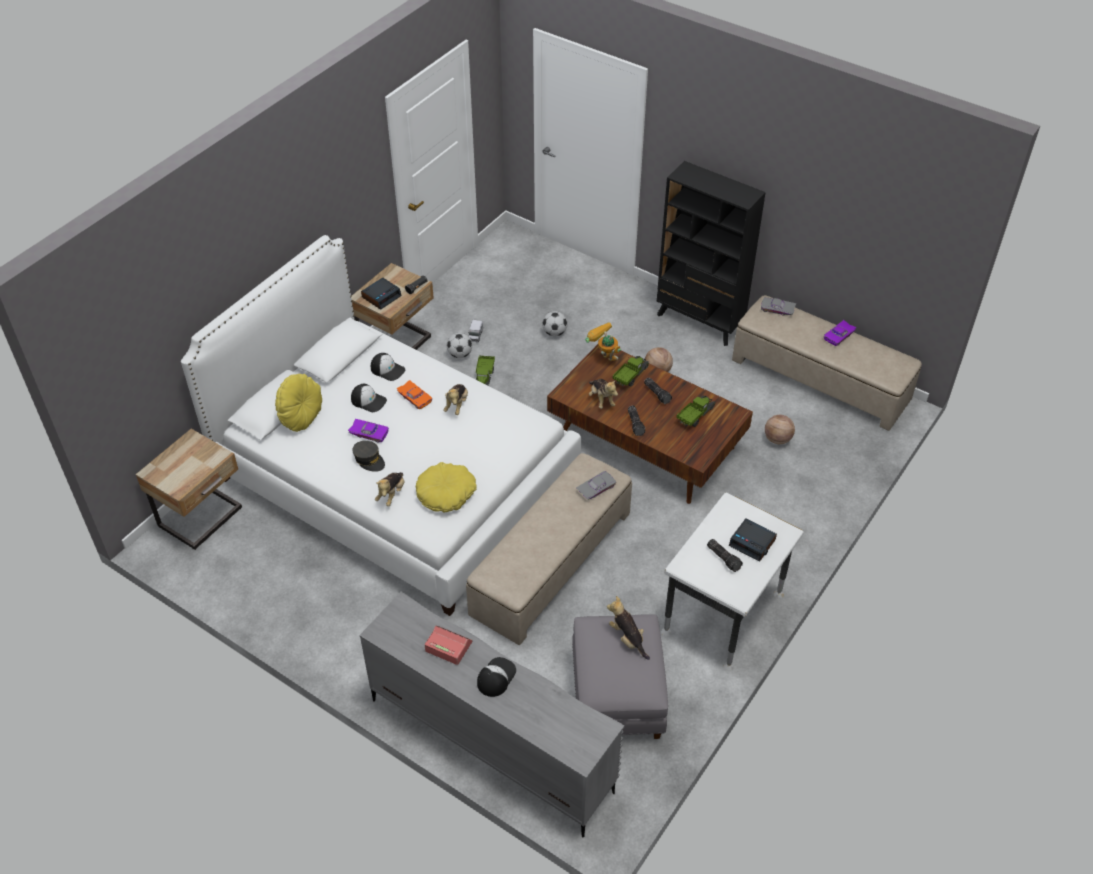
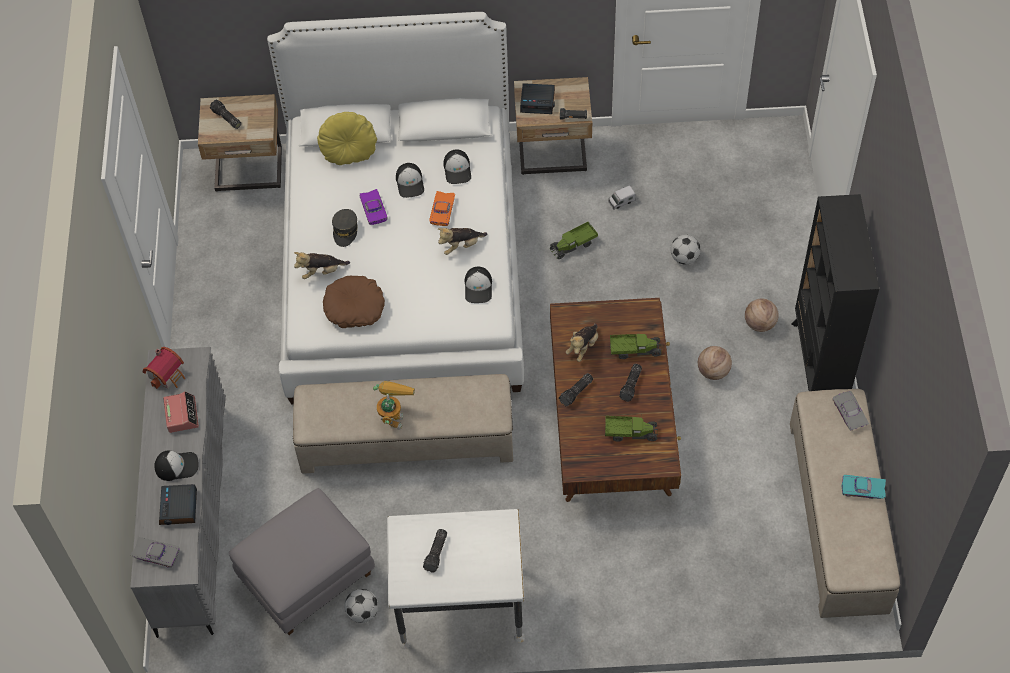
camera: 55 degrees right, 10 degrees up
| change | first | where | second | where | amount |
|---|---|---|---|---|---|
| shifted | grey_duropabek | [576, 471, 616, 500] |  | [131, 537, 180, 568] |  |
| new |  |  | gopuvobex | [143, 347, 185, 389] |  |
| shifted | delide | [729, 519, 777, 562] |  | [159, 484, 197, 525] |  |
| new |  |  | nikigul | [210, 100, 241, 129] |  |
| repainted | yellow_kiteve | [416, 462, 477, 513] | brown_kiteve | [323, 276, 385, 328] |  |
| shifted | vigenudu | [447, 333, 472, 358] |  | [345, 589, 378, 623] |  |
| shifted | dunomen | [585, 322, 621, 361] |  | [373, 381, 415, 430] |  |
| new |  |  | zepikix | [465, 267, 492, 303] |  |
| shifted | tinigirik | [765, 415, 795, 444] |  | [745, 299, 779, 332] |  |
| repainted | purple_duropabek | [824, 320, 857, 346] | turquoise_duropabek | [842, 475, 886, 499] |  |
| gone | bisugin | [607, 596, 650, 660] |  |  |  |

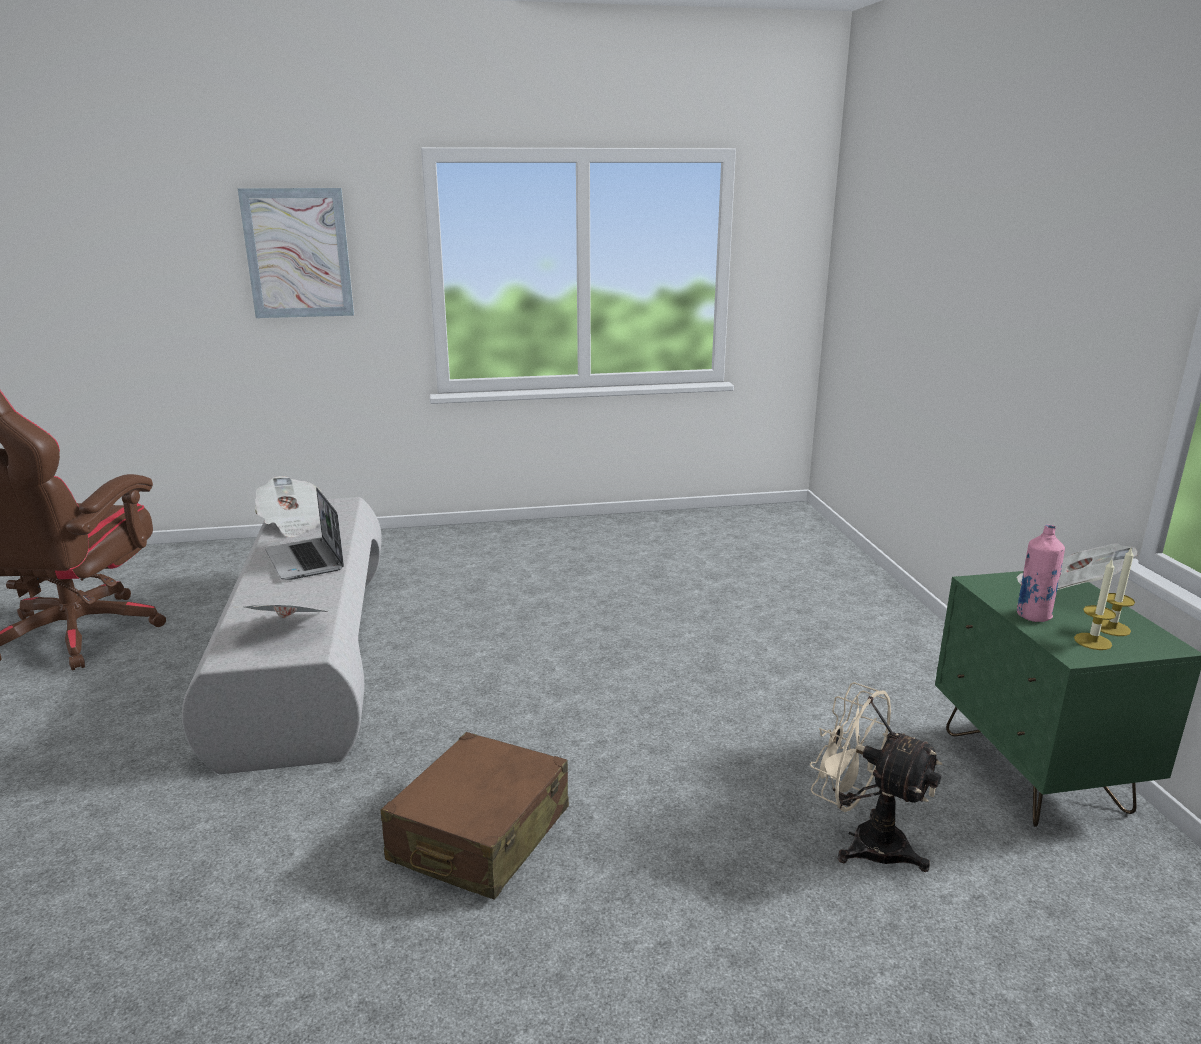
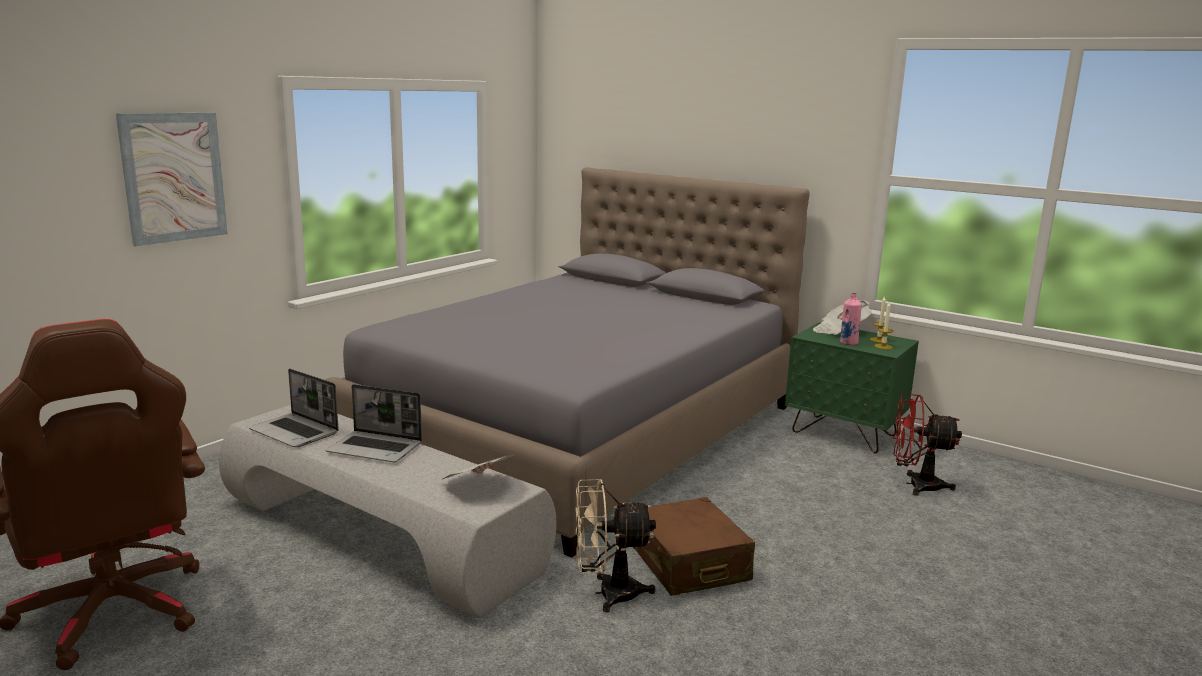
camera: 45 degrees left, 5 degrees down
| change | first | where | second | where | amount |
|---|---|---|---|---|---|
| swapped | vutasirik | [254, 476, 321, 537] | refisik | [249, 368, 339, 447] |  |
| new |  |  | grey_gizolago | [325, 167, 810, 558] |  |
| shifted | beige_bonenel | [810, 682, 943, 872] |  | [575, 479, 656, 613] |  |
| new |  |  | red_bonenel | [893, 394, 962, 496] |  |

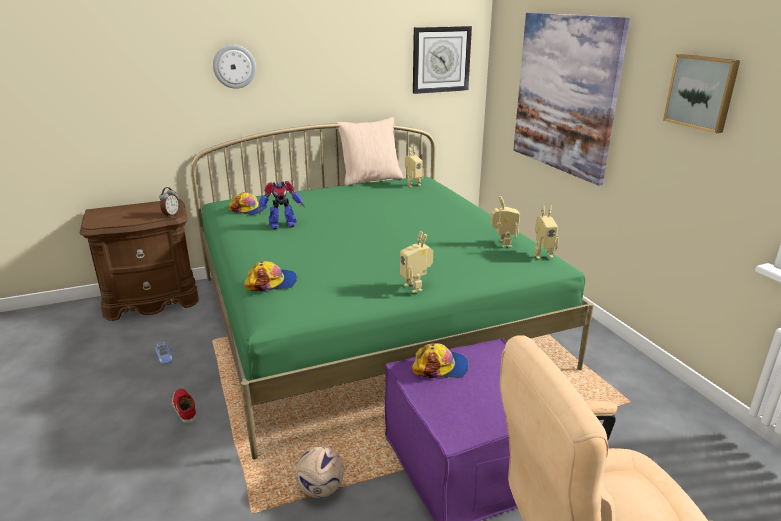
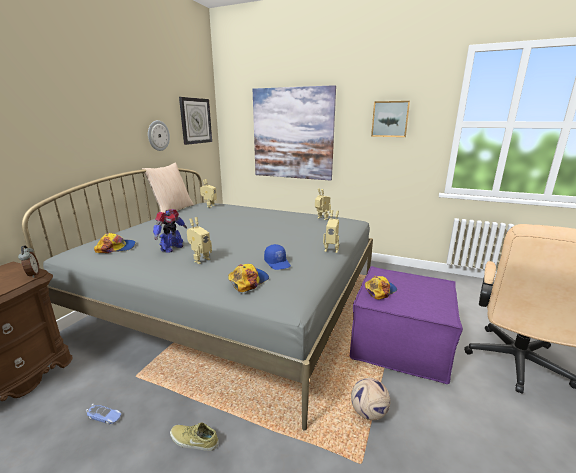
camera: 45 degrees left, 5 degrees down
| change | first | where | second | where | amount |
|---|---|---|---|---|---|
| repainted | green_gizolago | [191, 123, 594, 459] | grey_gizolago | [22, 168, 373, 431] |  |
| shifted | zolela | [213, 45, 256, 89] |  | [148, 120, 170, 151] |  |
| repainted | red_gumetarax | [172, 389, 196, 423] | beige_gumetarax | [170, 423, 219, 451] |  |
| shifted | dunomen | [534, 205, 559, 259] |  | [187, 217, 212, 264] |  |
| new |  |  | blue_zepikix | [264, 244, 291, 270] |  |

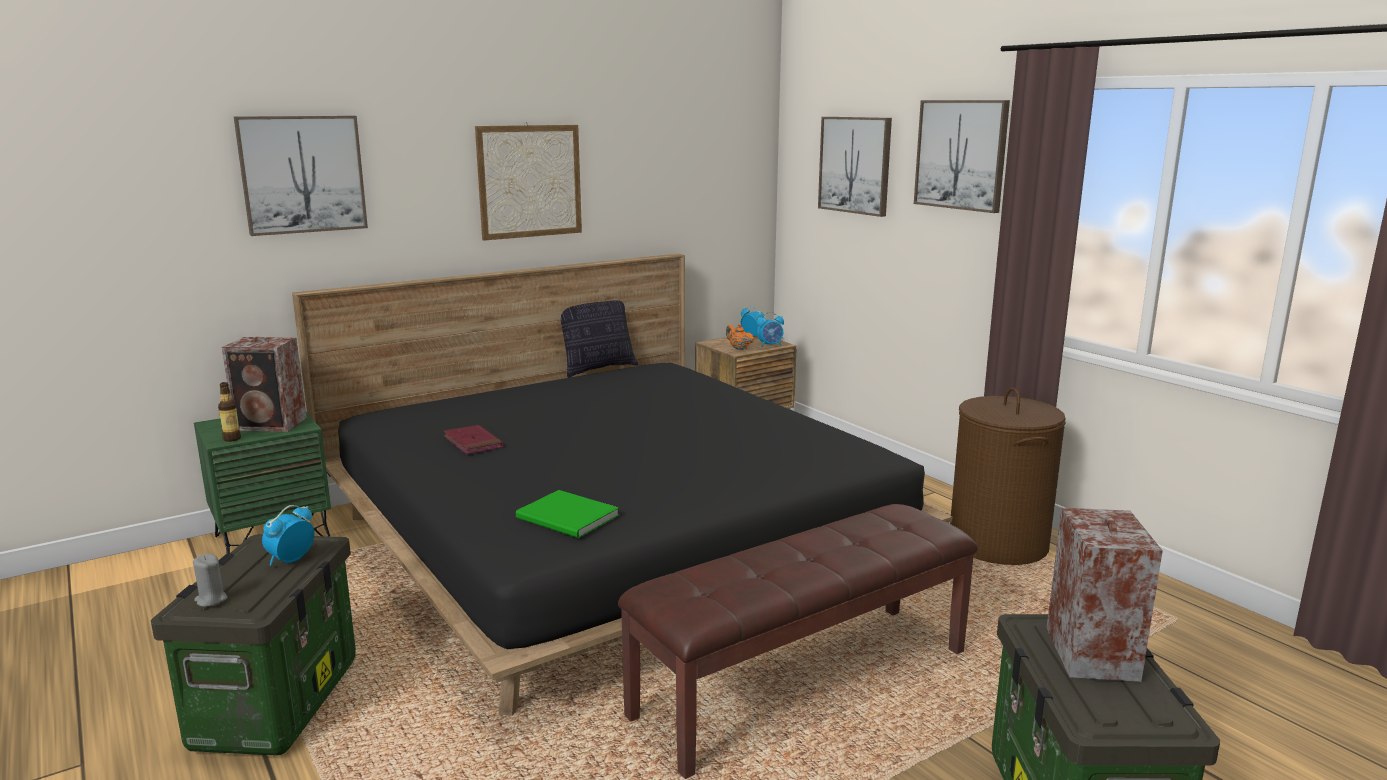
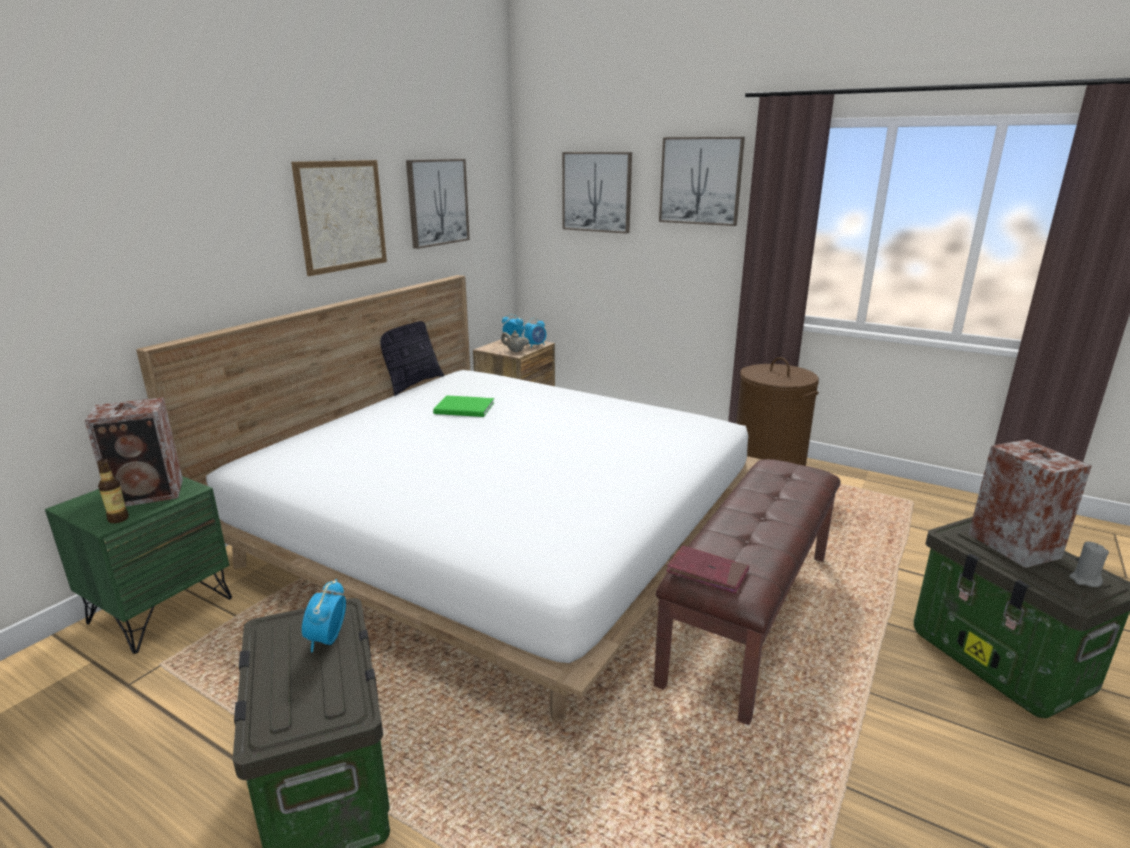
camera: 25 degrees left, 5 degrees up
| change | first | where | second | where | amount |
|---|---|---|---|---|---|
| repainted | black_gizolago | [292, 254, 952, 716] | white_gizolago | [136, 275, 762, 721] |  |
| shifted | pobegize | [234, 116, 368, 236] |  | [406, 159, 470, 249] |  |
| shifted | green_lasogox | [516, 490, 619, 538] |  | [433, 395, 494, 417] |  |
| repainted | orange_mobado | [726, 324, 754, 350] | beige_mobado | [501, 330, 529, 352] |  |
| shifted | red_lasogox | [444, 425, 503, 454] |  | [666, 545, 749, 594] |  |
| shifted | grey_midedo | [193, 553, 227, 607] |  | [1069, 542, 1109, 587] |  |

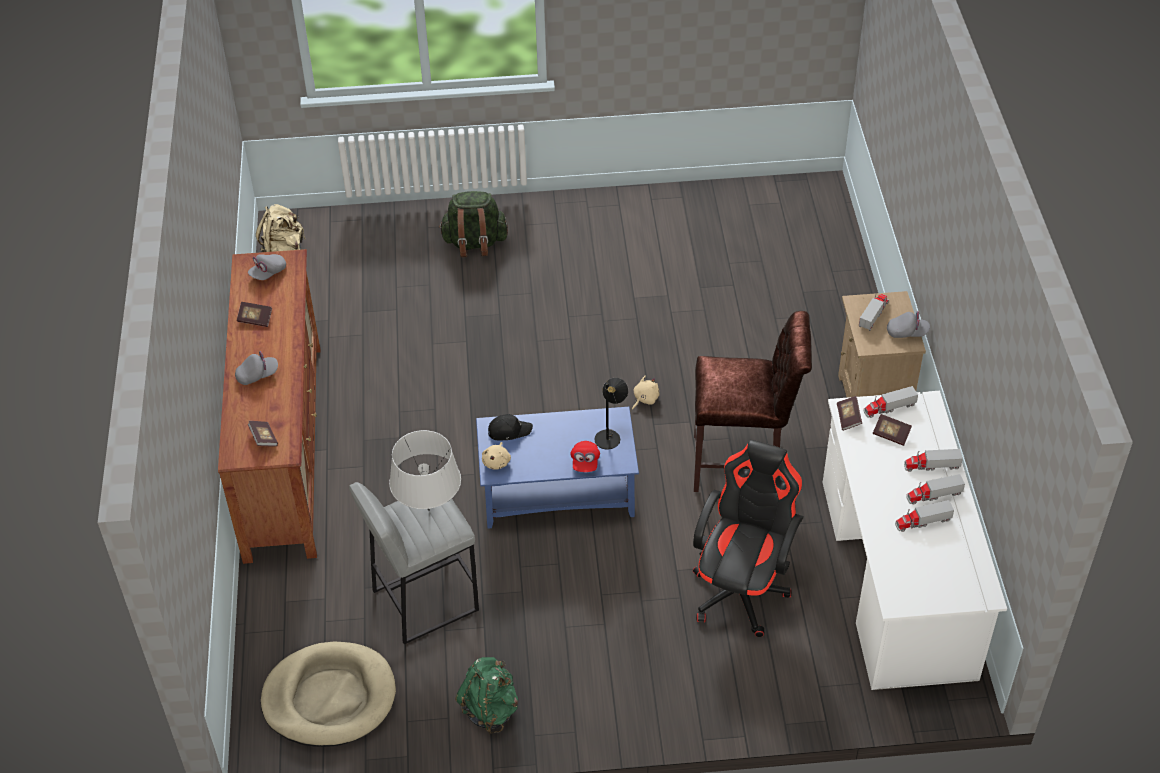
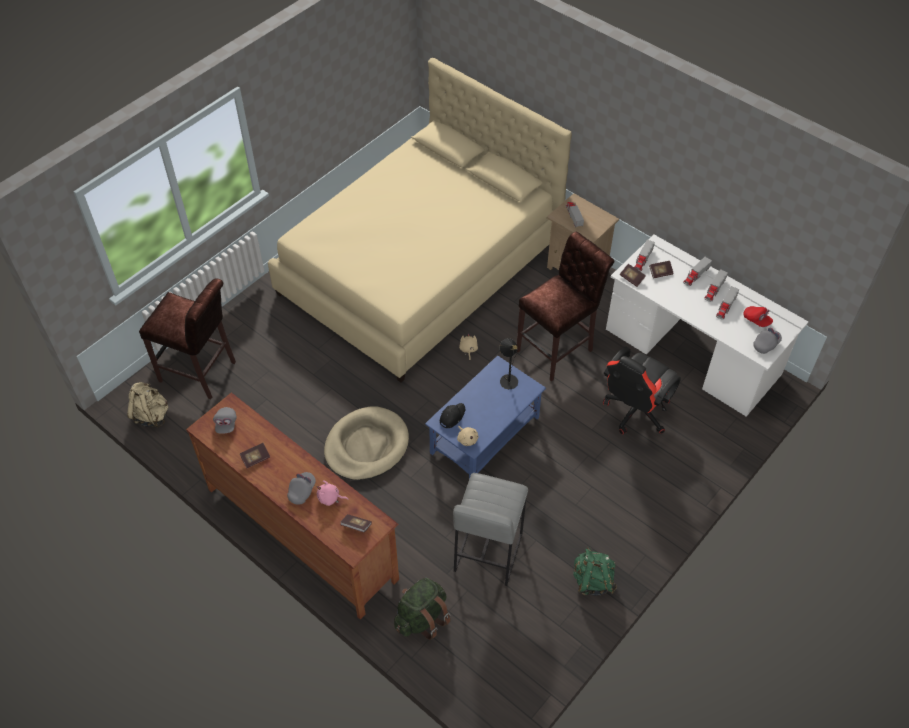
camera: 45 degrees left, 5 degrees up
| change | first | where | second | where | amount |
|---|---|---|---|---|---|
| new |  |  | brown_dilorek | [139, 278, 236, 399] |  |
| new |  |  | beige_gizolago | [268, 58, 572, 383] |  |
| new |  |  | pink_bisugin | [317, 480, 349, 506] |  |
| shifted | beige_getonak | [261, 642, 396, 747] |  | [324, 406, 409, 480] |  |
| shifted | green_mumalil | [439, 191, 508, 257] |  | [394, 578, 451, 640] |  |
| rotated | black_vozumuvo | [693, 440, 804, 637] |  | [603, 347, 681, 434] | 120 degrees counterclockwise |
| shifted | red_zepikix | [570, 441, 600, 472] |  | [743, 306, 773, 327] |  |
| shifted | grey_zepikix | [887, 311, 930, 338] |  | [753, 328, 782, 354] |  |
| gone | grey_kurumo | [389, 430, 461, 511] |  |  |  |

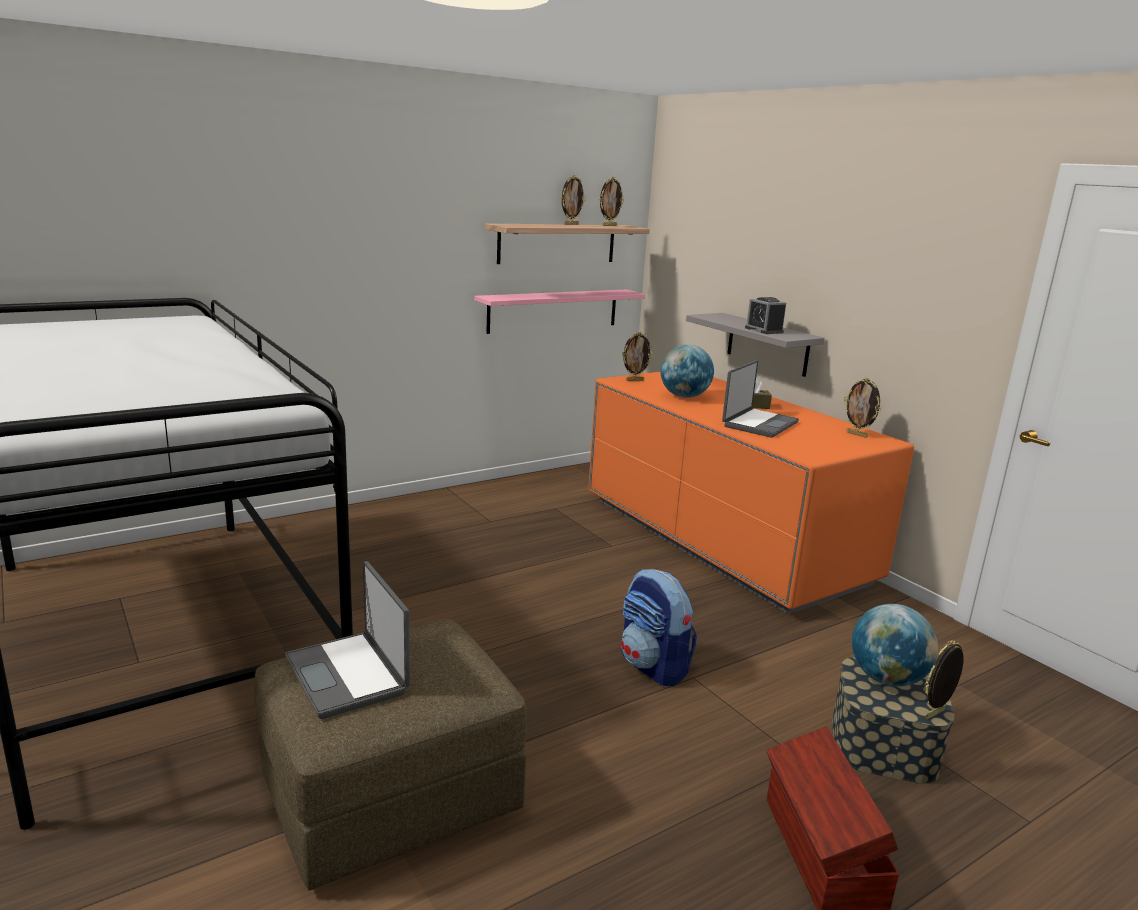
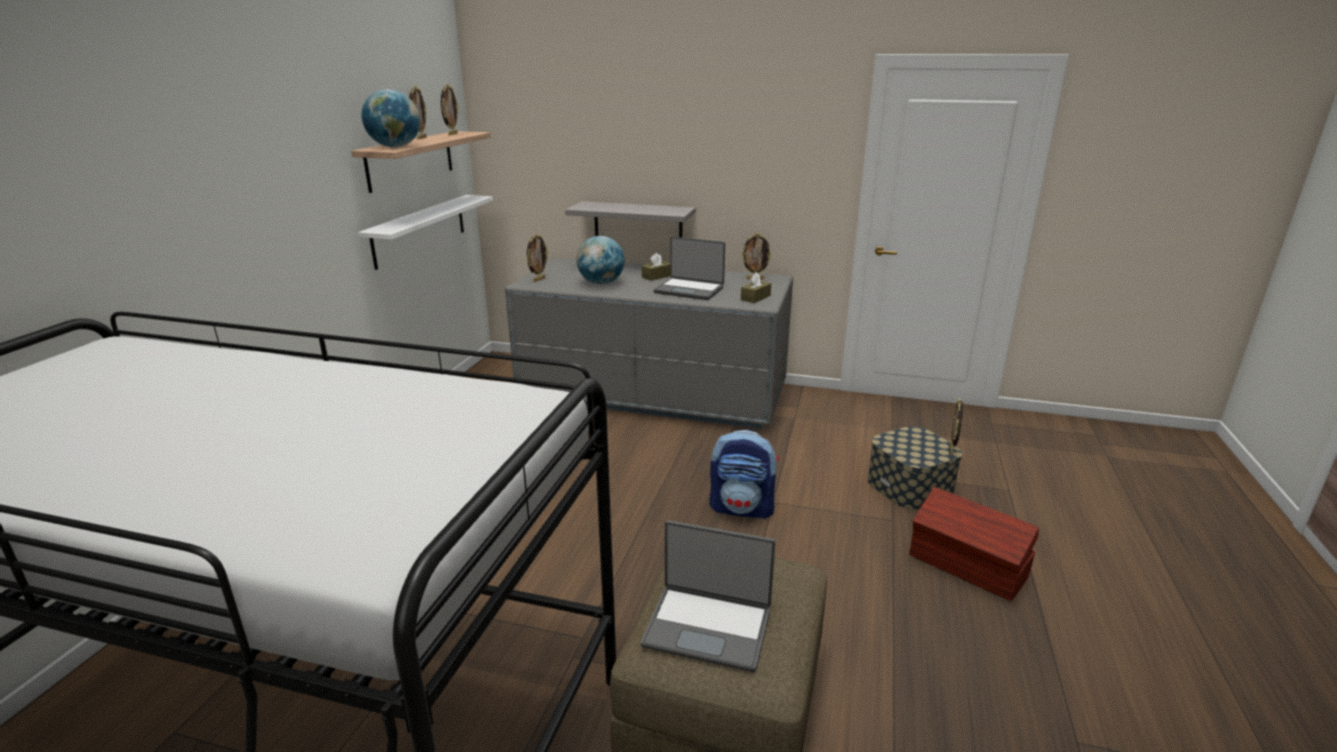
camera: 40 degrees left, 5 degrees up
| change | first | where | second | where | amount |
|---|---|---|---|---|---|
| repainted | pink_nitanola | [474, 290, 645, 334] | white_nitanola | [358, 195, 493, 270] |  |
| shifted | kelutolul | [852, 604, 938, 687] |  | [362, 89, 420, 147] |  |
| repainted | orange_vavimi | [588, 372, 914, 614] | grey_vavimi | [505, 258, 793, 429] |  |
| rotated | refisik | [722, 360, 799, 438] |  | [654, 237, 725, 300] | 120 degrees clockwise |
| new |  |  | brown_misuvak | [741, 272, 771, 303] |  |
| gone | delide | [745, 297, 786, 334] |  |  |  |

